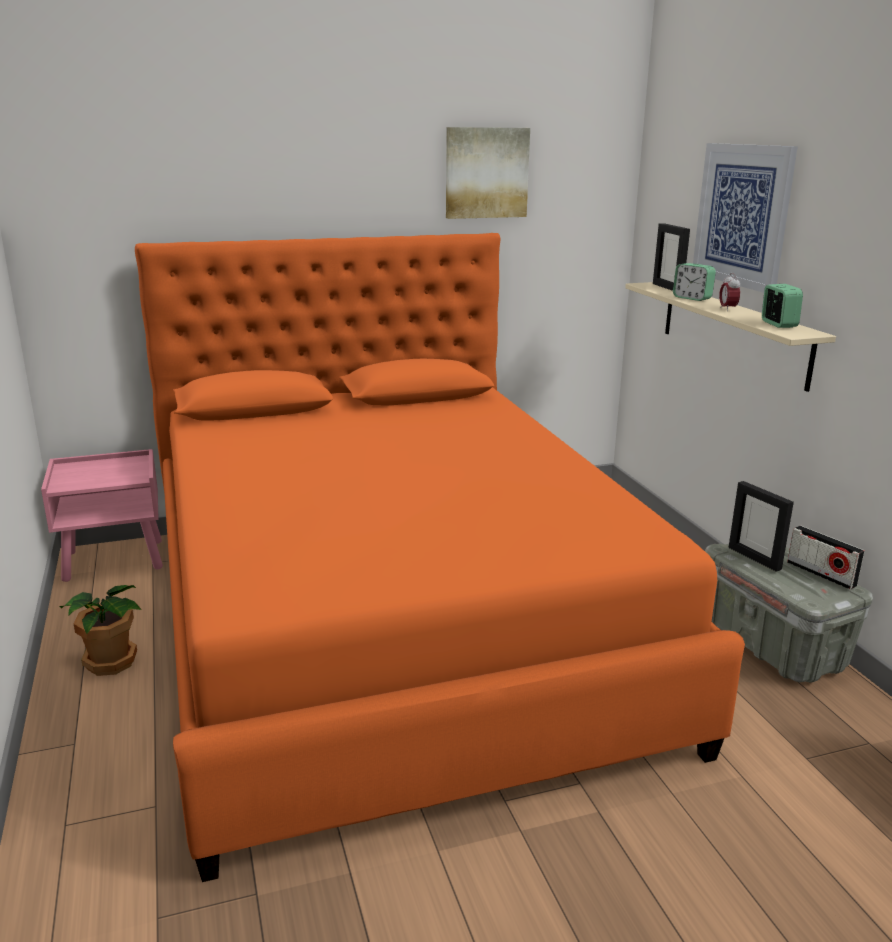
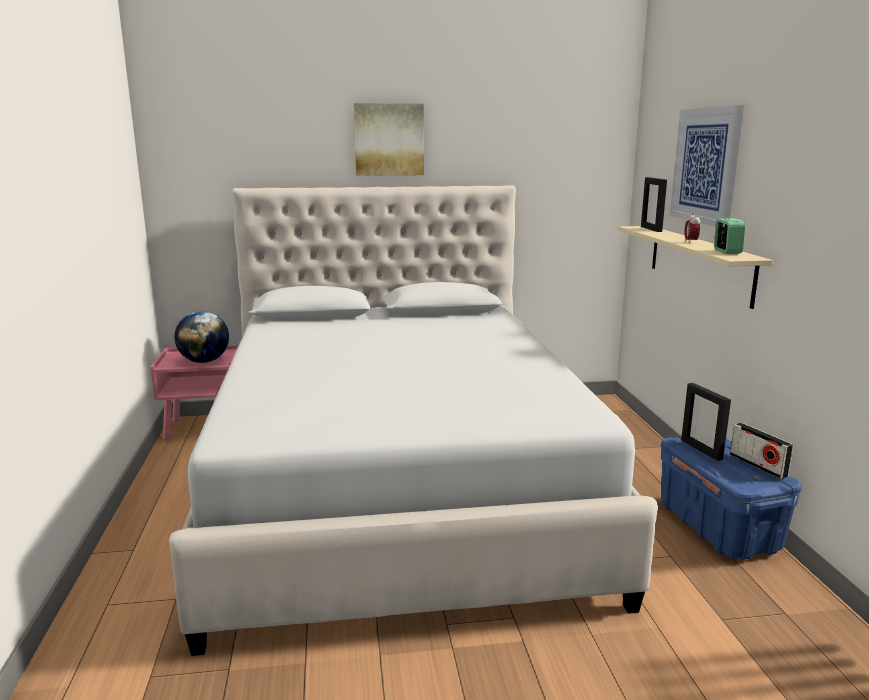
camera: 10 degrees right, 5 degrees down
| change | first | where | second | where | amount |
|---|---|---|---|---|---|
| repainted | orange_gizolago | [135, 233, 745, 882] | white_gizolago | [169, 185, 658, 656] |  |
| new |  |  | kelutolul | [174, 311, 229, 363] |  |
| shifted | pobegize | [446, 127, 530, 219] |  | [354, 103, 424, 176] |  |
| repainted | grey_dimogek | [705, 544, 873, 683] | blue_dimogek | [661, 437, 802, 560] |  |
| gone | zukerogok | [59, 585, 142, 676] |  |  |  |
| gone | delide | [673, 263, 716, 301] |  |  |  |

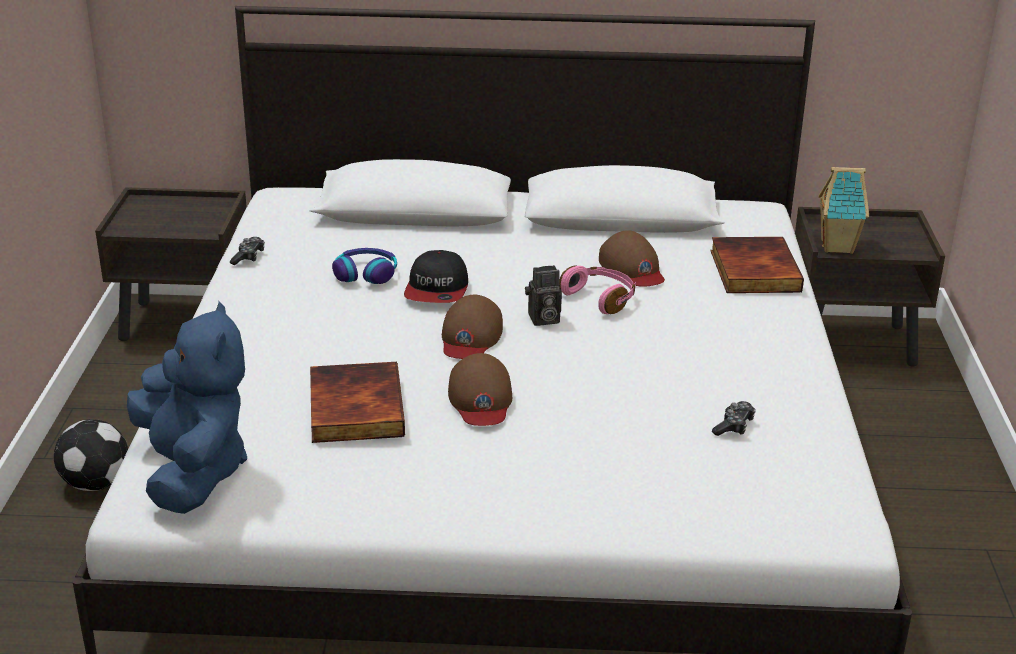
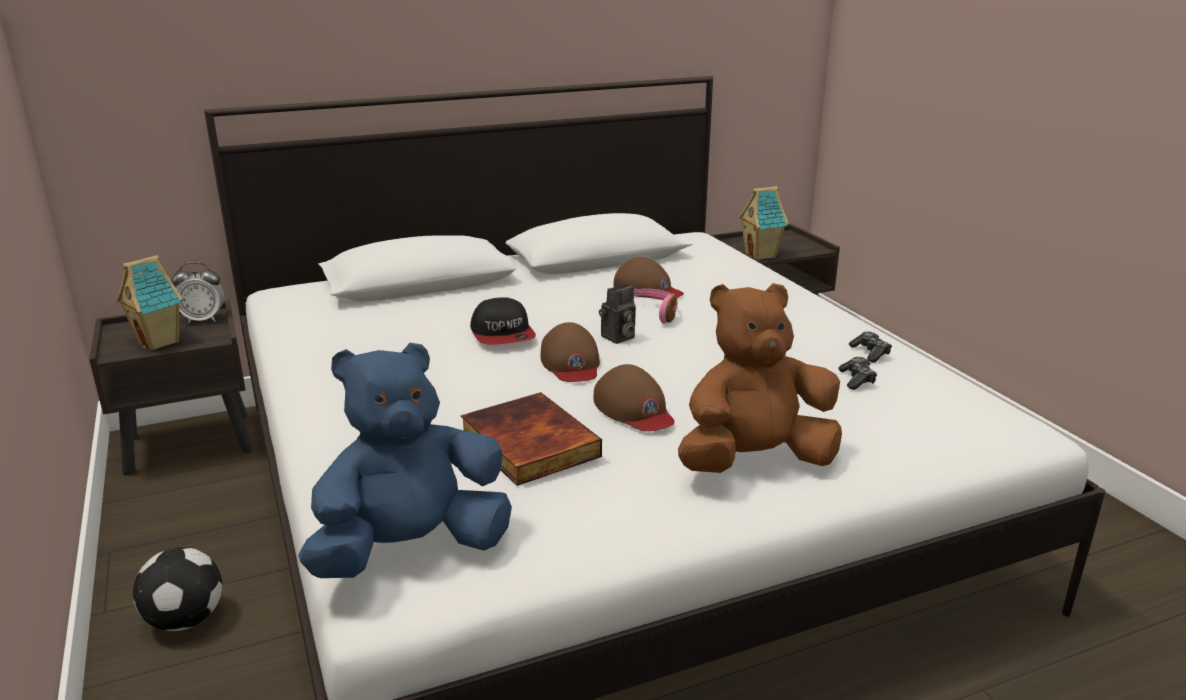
camera: 25 degrees left, 5 degrees down
| change | first | where | second | where | amount |
|---|---|---|---|---|---|
| new |  |  | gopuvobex | [116, 255, 183, 351] |  |
| new |  |  | delide | [171, 262, 224, 323] |  |
| rotated | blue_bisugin | [127, 301, 247, 514] |  | [298, 343, 512, 578] | 75 degrees counterclockwise |
| new |  |  | brown_bisugin | [678, 283, 842, 473] |  |
| shifted | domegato | [230, 237, 265, 265] |  | [849, 332, 892, 363] |  |
| gone | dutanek | [332, 248, 397, 284] |  |  |  |
| gone | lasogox | [710, 237, 804, 293] |  |  |  |

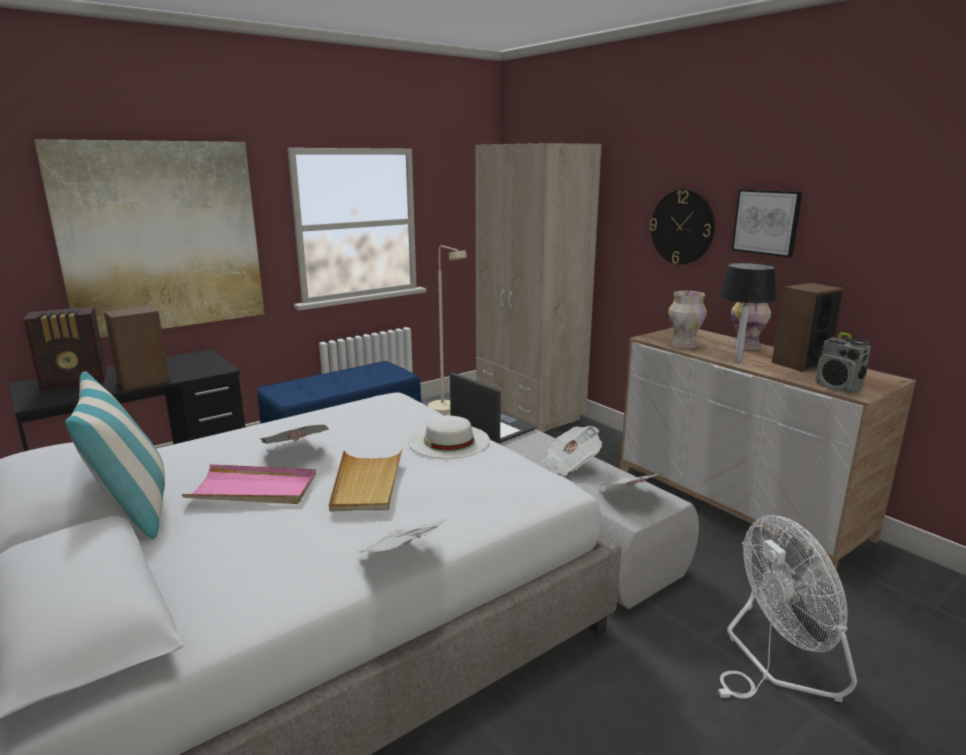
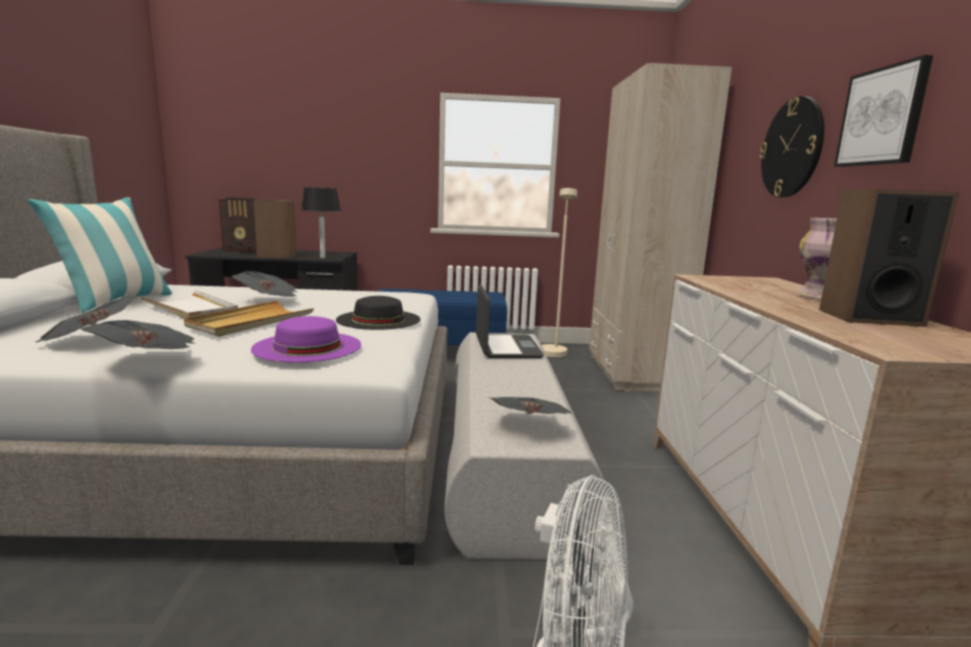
camera: 35 degrees right, 5 degrees down
| change | first | where | second | where | amount |
|---|---|---|---|---|---|
| shifted | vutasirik | [538, 426, 602, 476] |  | [36, 295, 137, 342] |  |
| repainted | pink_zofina | [181, 464, 316, 504] | white_zofina | [140, 290, 238, 319] |  |
| new |  |  | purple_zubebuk | [251, 316, 361, 362] |  |
| shifted | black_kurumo | [718, 263, 776, 362] |  | [301, 187, 341, 258] |  |
| repainted | white_zubebuk | [409, 416, 490, 459] | black_zubebuk | [336, 296, 420, 330] |  |
| gone | pobegize | [34, 139, 265, 338] |  |  |  |
| gone | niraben | [668, 291, 707, 349] |  |  |  |
| gone | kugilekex | [815, 332, 871, 393] |  |  |  |

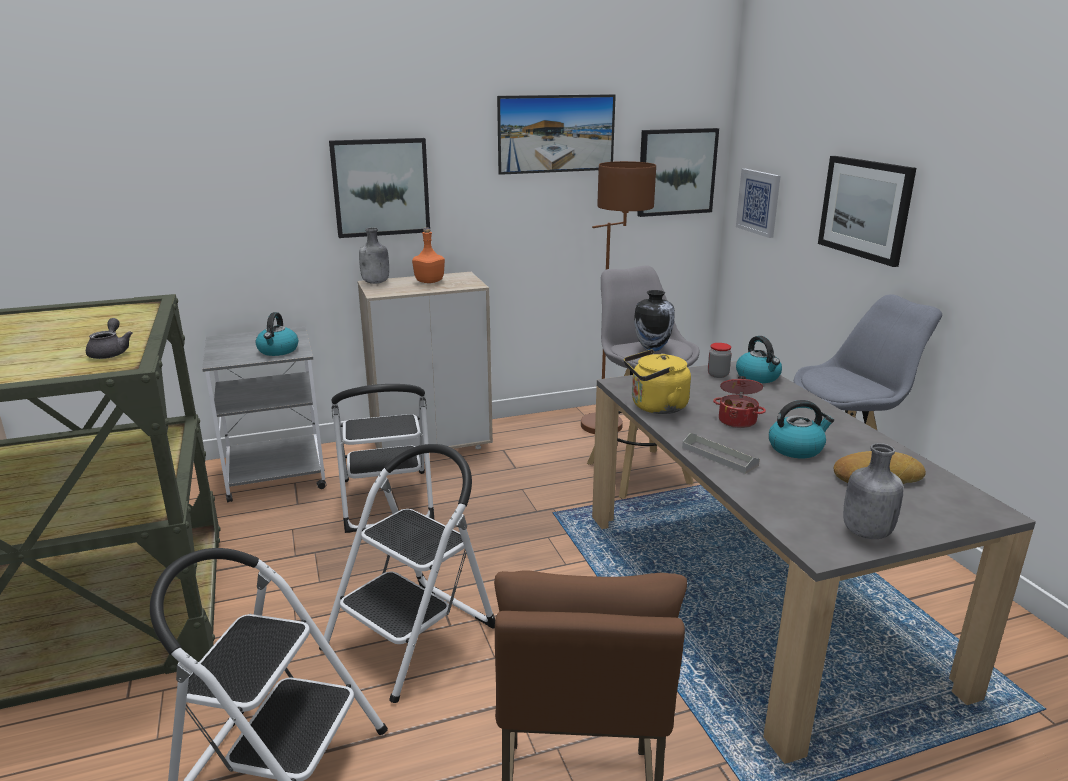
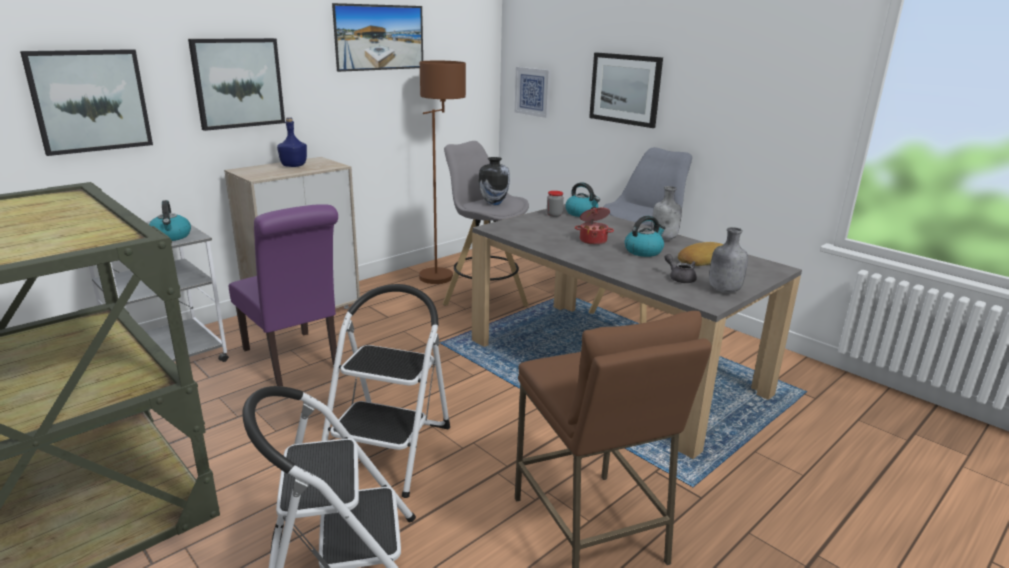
camera: 25 degrees left, 0 degrees up
| change | first | where | second | where | amount |
|---|---|---|---|---|---|
| shifted | pobegize | [637, 128, 719, 217] |  | [20, 49, 153, 156] |  |
| swapped | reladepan | [331, 384, 434, 533] | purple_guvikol | [229, 204, 338, 386] |  |
| repainted | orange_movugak | [412, 227, 445, 283] | blue_movugak | [277, 117, 307, 167] |  |
| shifted | grey_movugak | [359, 228, 389, 284] |  | [651, 186, 682, 240] |  |
| shifted | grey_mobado | [86, 318, 133, 359] |  | [664, 254, 697, 283] |  |
| gone | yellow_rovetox | [624, 349, 691, 414] |  |  |  |
| gone | grey_zofina | [682, 433, 760, 474] |  |  |  |

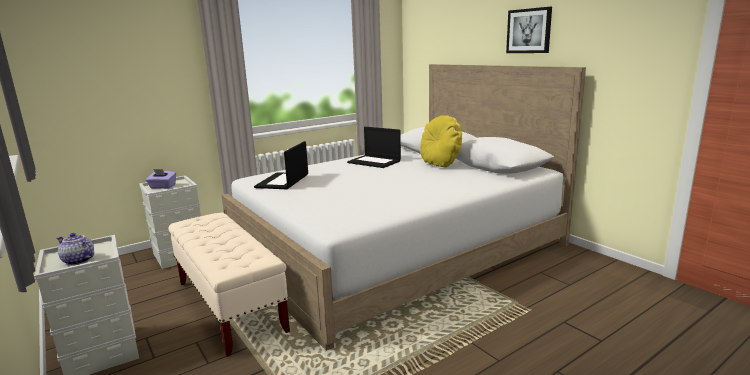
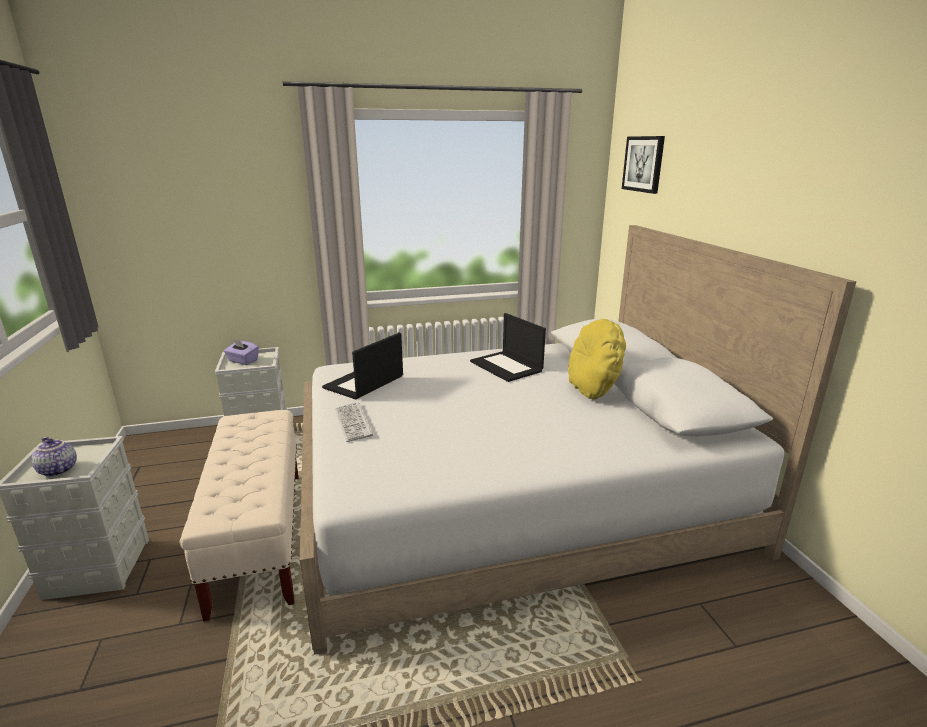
camera: 20 degrees right, 5 degrees up
| change | first | where | second | where | amount |
|---|---|---|---|---|---|
| new |  |  | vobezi | [335, 402, 373, 442] |  |
| shifted | pobegize | [506, 7, 552, 53] |  | [622, 136, 665, 194] |  |

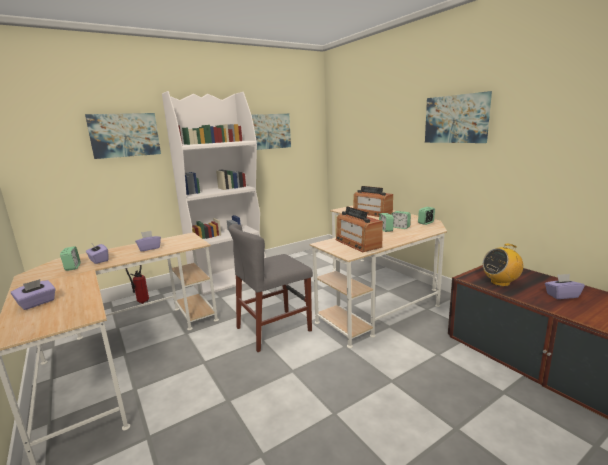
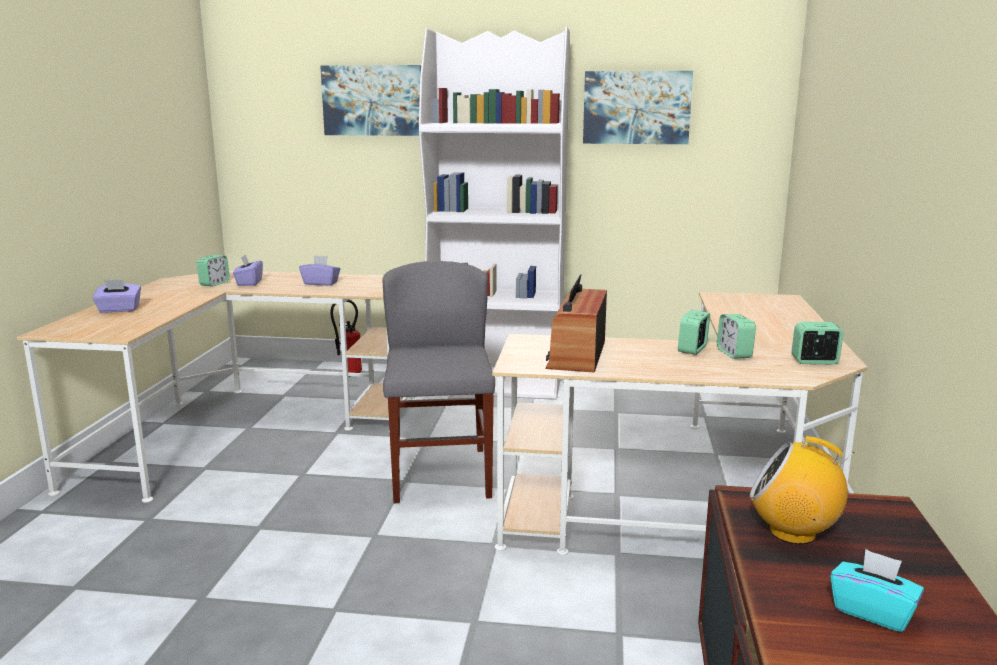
camera: 40 degrees right, 0 degrees up
| change | first | where | second | where | amount |
|---|---|---|---|---|---|
| rotated | grey_guvikol | [229, 224, 313, 352] |  | [382, 261, 495, 503] | 75 degrees clockwise |
| repainted | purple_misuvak | [545, 274, 585, 299] | turquoise_misuvak | [830, 549, 924, 632] |  |
| gone | kugilekex | [353, 186, 393, 217] |  |  |  |
| gone | pobegize | [425, 91, 492, 143] |  |  |  |

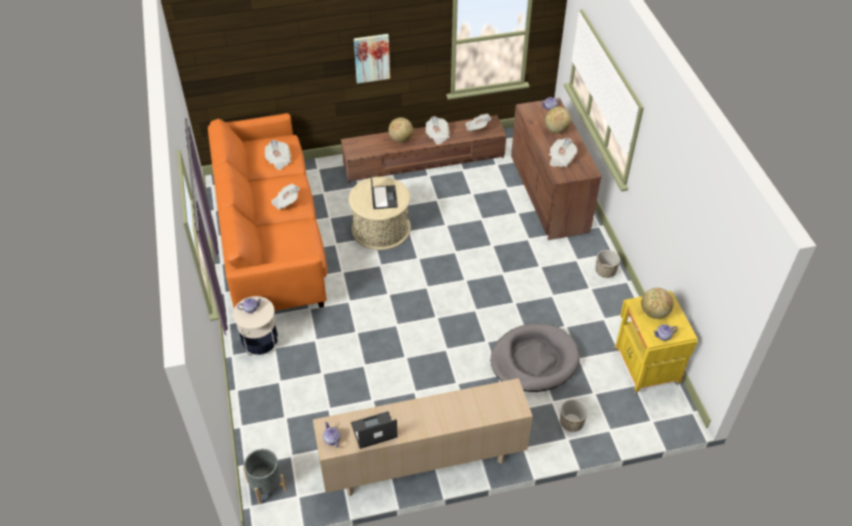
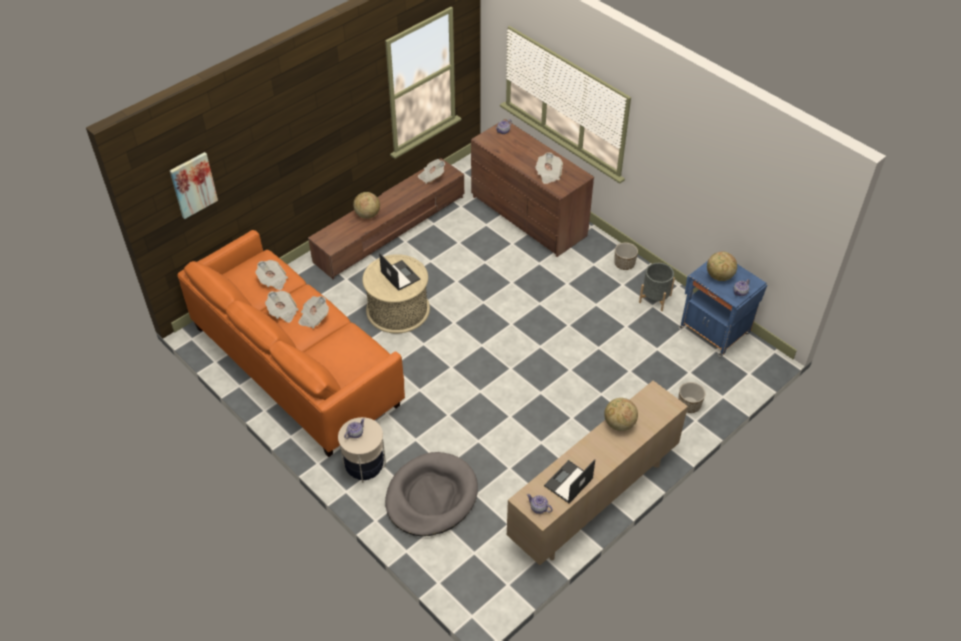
camera: 30 degrees left, 0 degrees up
| change | first | where | second | where | amount |
|---|---|---|---|---|---|
| shifted | pobegize | [354, 34, 390, 84] |  | [170, 152, 218, 219] |  |
| shifted | vutasirik | [426, 116, 450, 145] |  | [265, 291, 299, 323] |  |
| shifted | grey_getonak | [491, 323, 580, 392] |  | [385, 452, 478, 536] |  |
| shifted | kelutolul | [545, 107, 571, 133] |  | [604, 398, 638, 431] |  |
| shifted | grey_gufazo | [243, 449, 286, 504] |  | [639, 263, 675, 311] |  |
| repainted | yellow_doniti | [614, 291, 698, 394] | blue_doniti | [678, 261, 767, 358] |  |

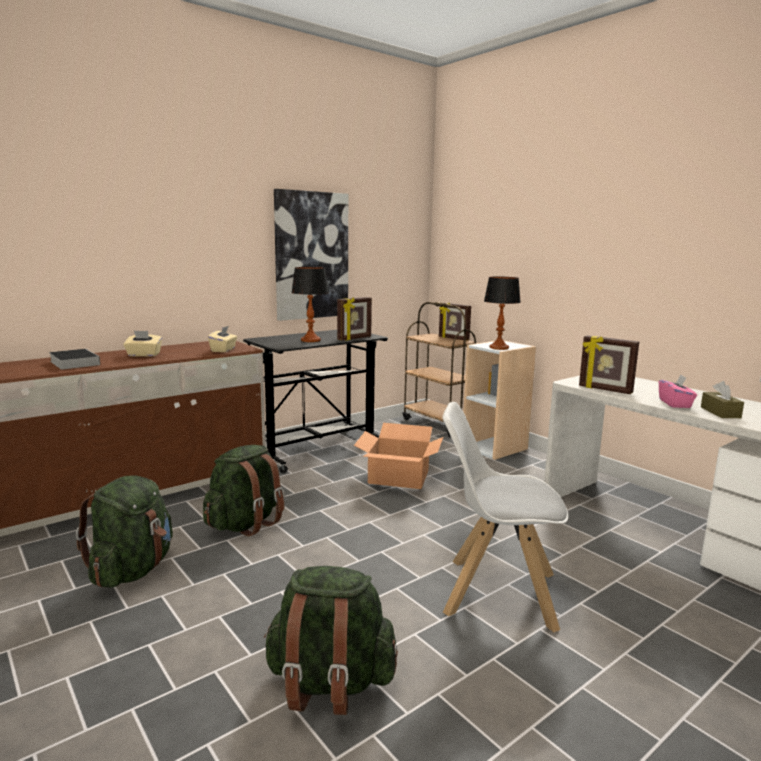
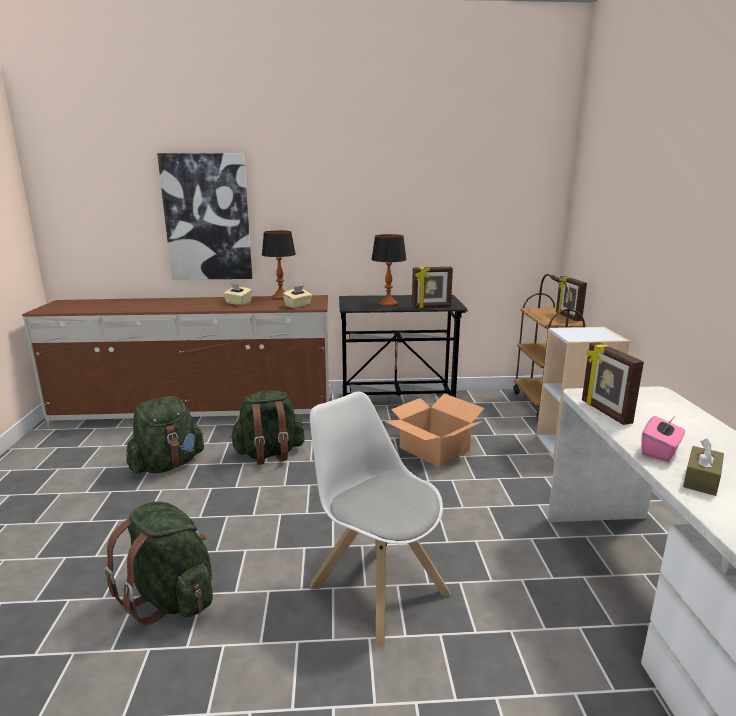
camera: 35 degrees right, 5 degrees up
| change | first | where | second | where | amount |
|---|---|---|---|---|---|
| shifted | pobegize | [274, 189, 348, 321] |  | [157, 153, 252, 280] |  |
| shifted | kurumo | [484, 276, 521, 350] |  | [262, 230, 296, 300] |  |
| gone | lasogox | [49, 349, 100, 370] |  |  |  |

